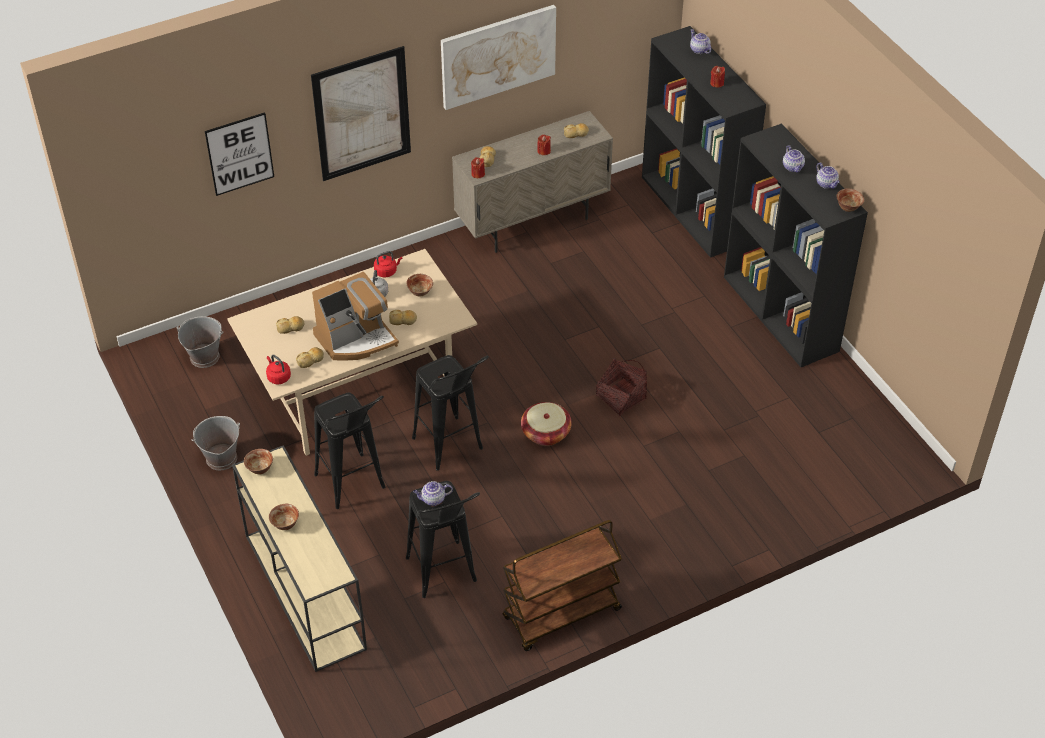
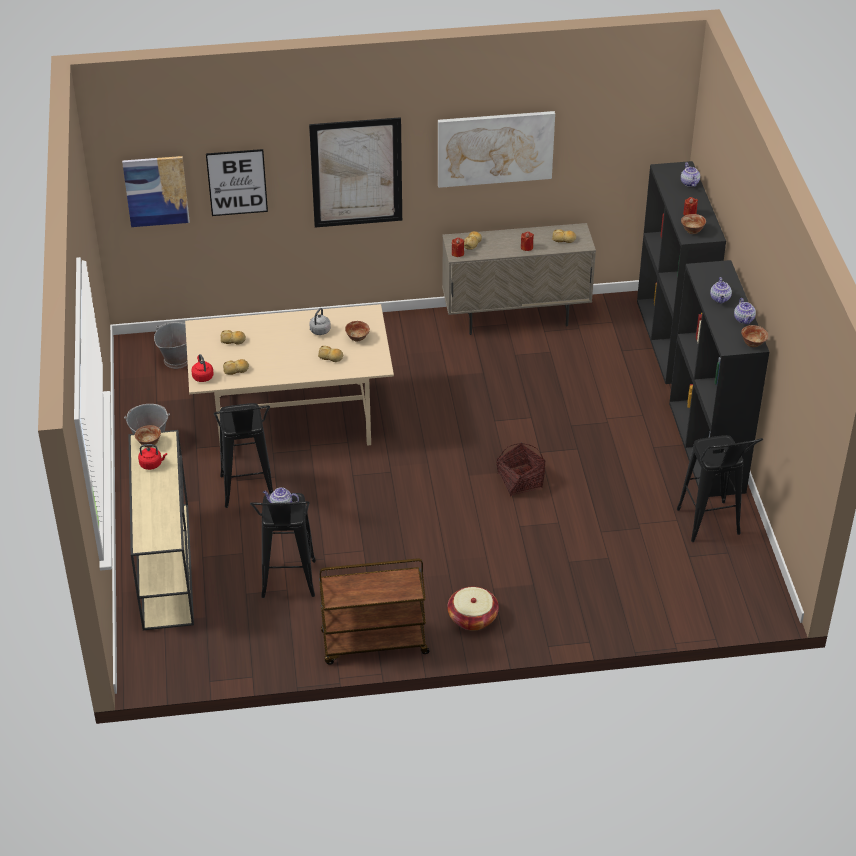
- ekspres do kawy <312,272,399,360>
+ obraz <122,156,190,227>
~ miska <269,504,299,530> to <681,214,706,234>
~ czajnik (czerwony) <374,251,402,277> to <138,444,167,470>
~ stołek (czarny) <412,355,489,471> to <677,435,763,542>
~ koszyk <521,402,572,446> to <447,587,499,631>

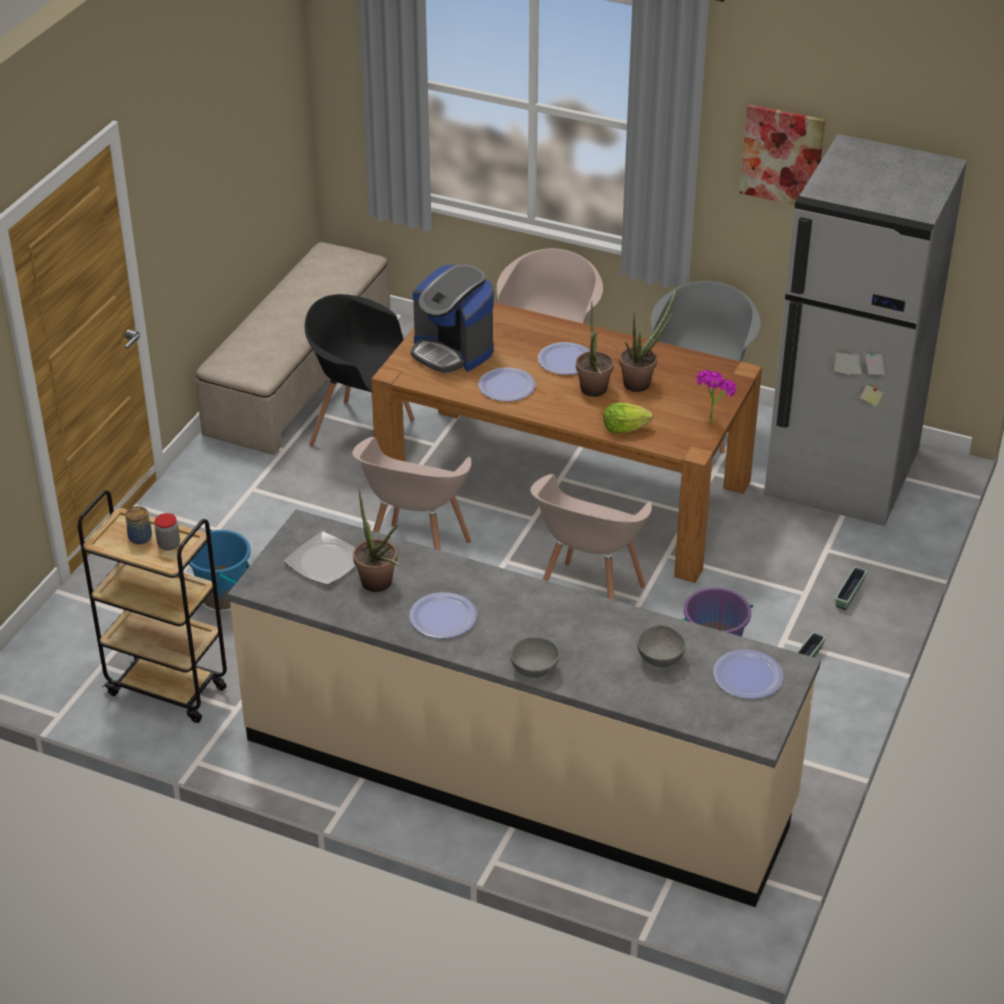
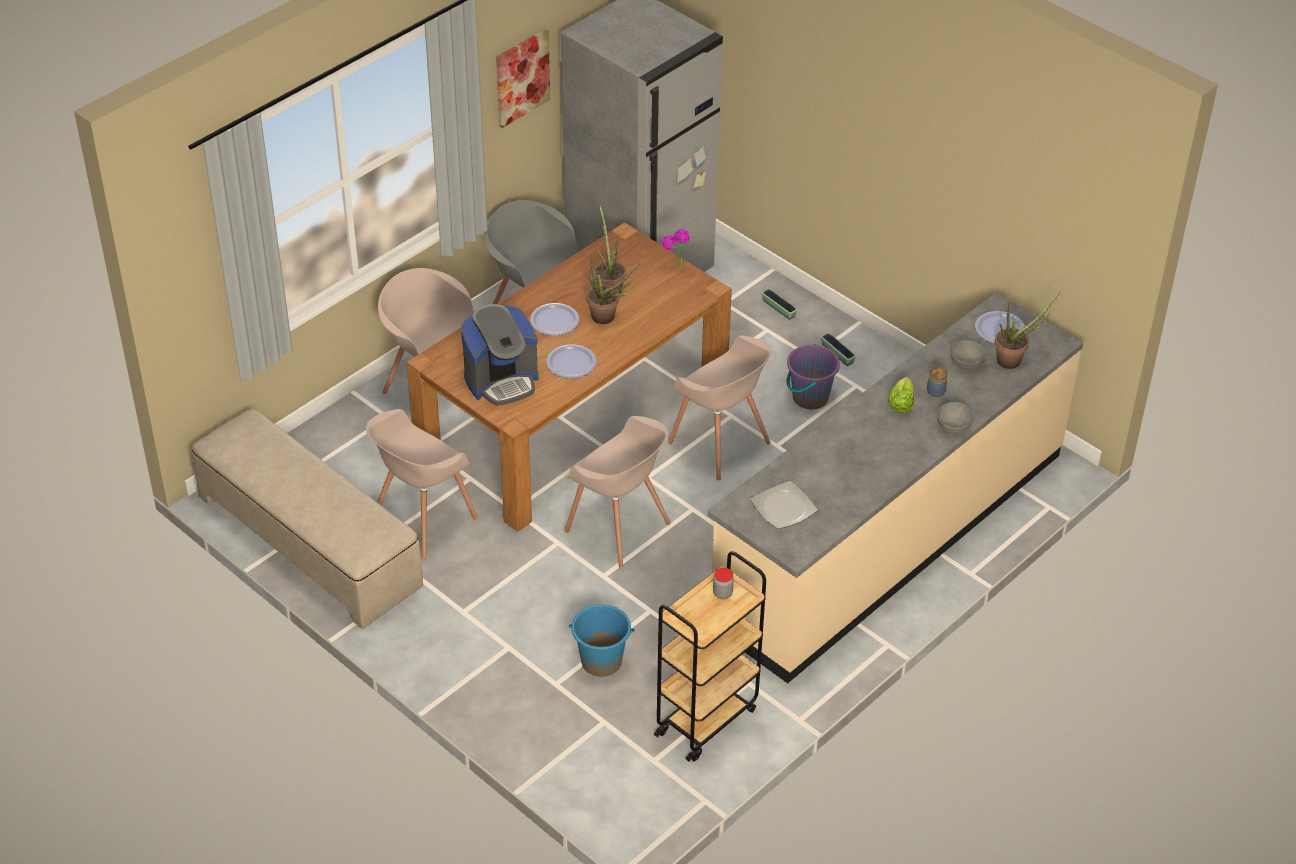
- talerz <409,592,477,638>
~ słoik <125,506,152,544> to <927,367,950,397>
~ roślina doniczkowa <353,489,401,592> to <995,290,1061,369>
~ sałata <604,403,653,434> to <887,377,914,413>
~ krzesło (czarny) <304,294,414,447> to krzesło (beżowy) <366,409,477,559>

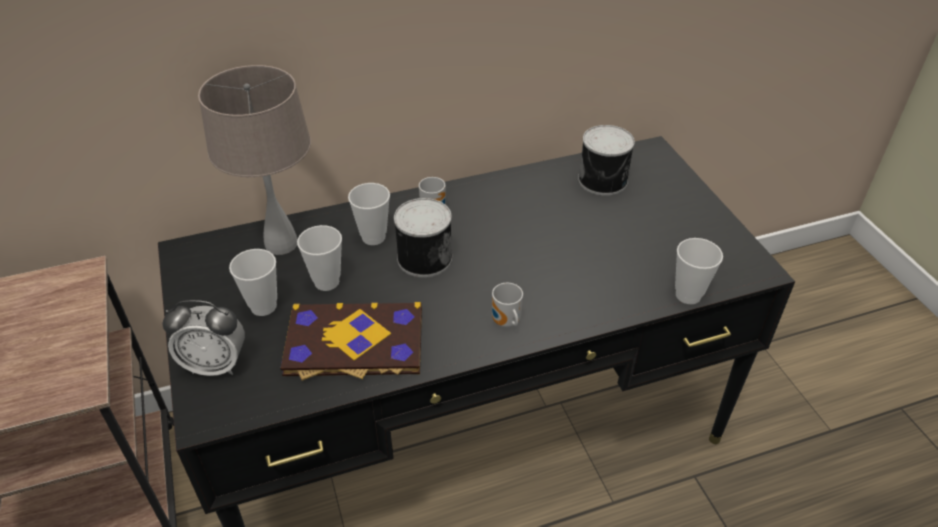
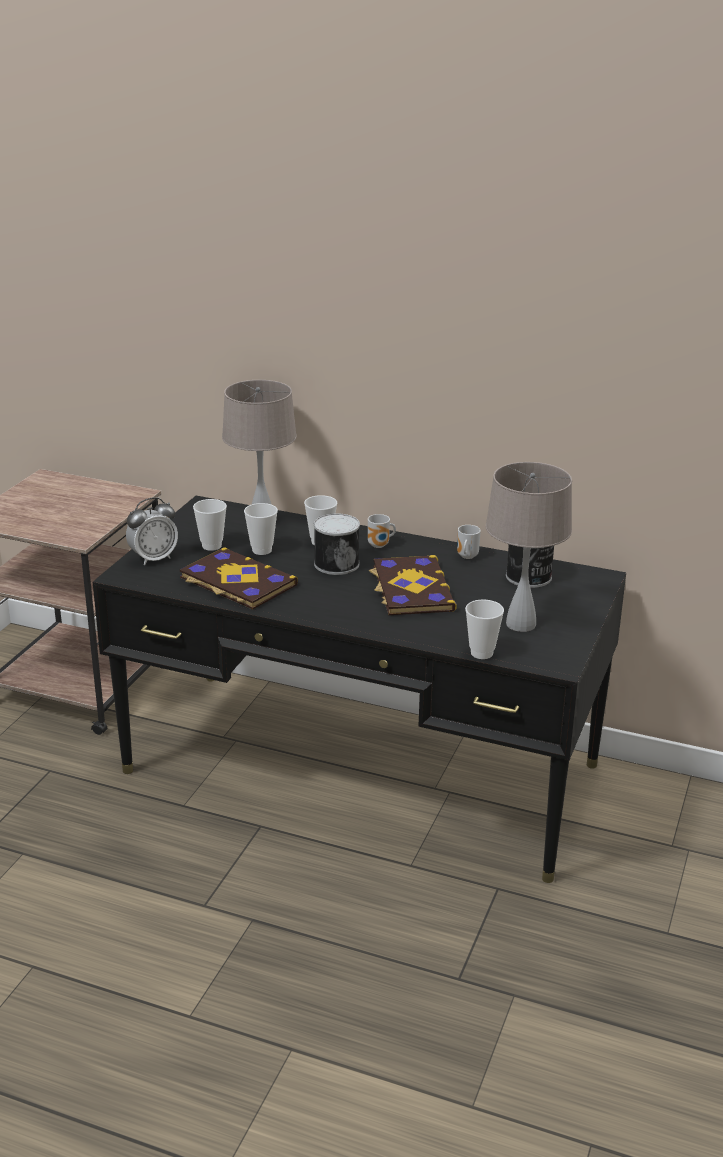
+ książka <369,555,457,615>
+ lampa stołowa (beżowy) <486,462,572,632>
~ kubek <492,283,523,327> to <457,525,481,559>
~ budzik <162,300,245,376> = <126,497,178,565> 75 degrees counterclockwise

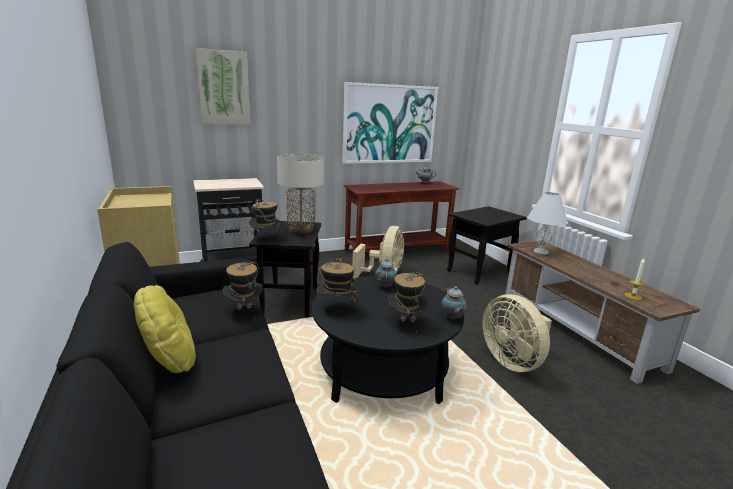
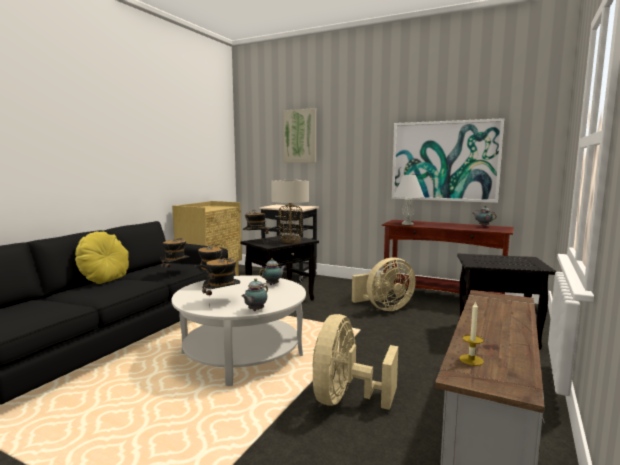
~ lampa stołowa (biały) <527,192,568,255> to <393,174,424,225>
~ ława (czarny) <312,276,464,404> to ława (biały) <171,275,306,386>

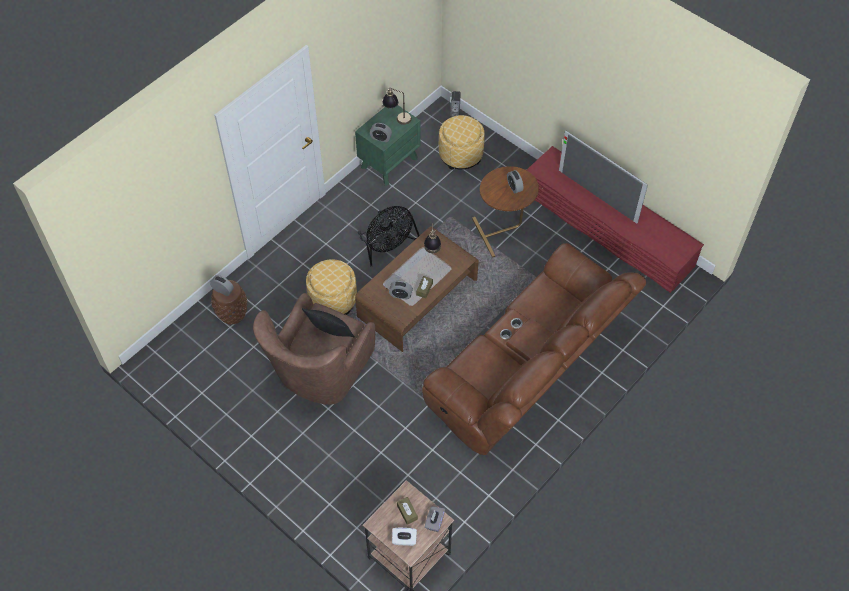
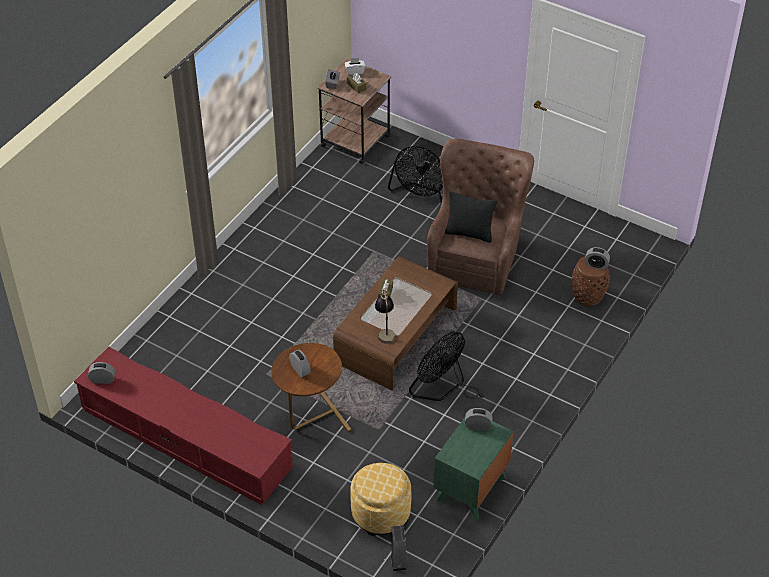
- pufa <306,259,357,315>
- lampa stołowa <383,87,412,125>
- kanapa (brązowy) <422,243,646,455>
- telewizor <559,131,648,223>
+ wentylator (czarny) <388,146,443,204>
~ budzik <389,281,413,299> to <88,362,115,384>

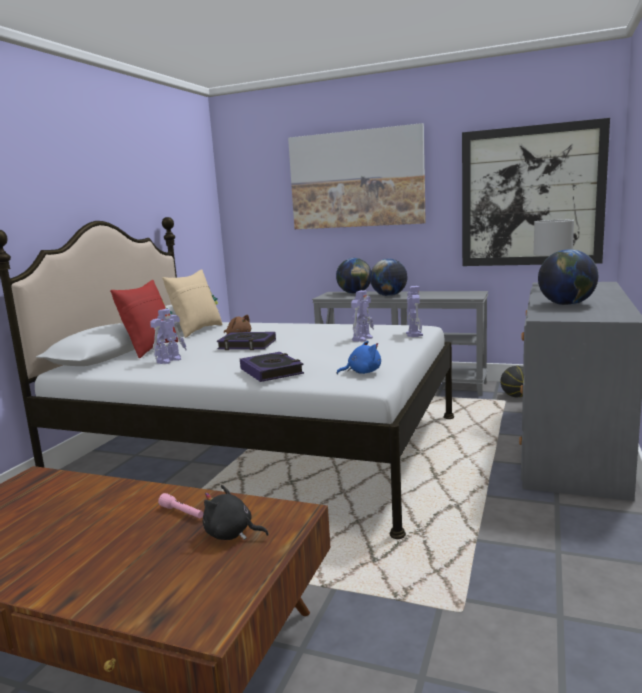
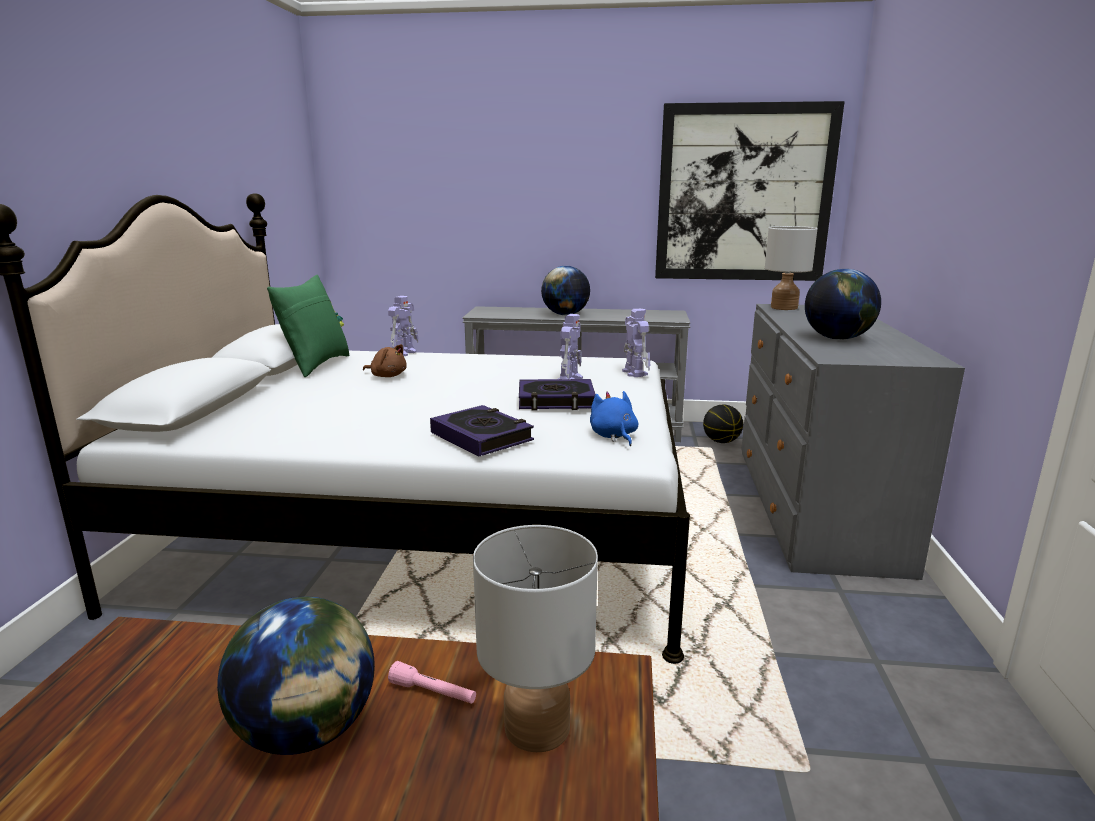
- poduszka (czerwony) <110,280,178,358>
- obraz <288,123,426,229>
~ robot zabawkowy <150,309,187,364> to <388,296,419,356>
~ książka <217,332,276,350> to <519,379,596,411>
~ globus <336,258,371,294> to <217,596,375,755>
~ pluszak (czarny) <203,485,269,540> to lampa stołowa (szary) <473,525,598,752>
~ poduszka (beżowy) <162,269,222,338> to poduszka (zielony) <267,275,349,377>
~ pluszak (niebieski) <336,341,381,374> = <590,391,638,446> 75 degrees counterclockwise

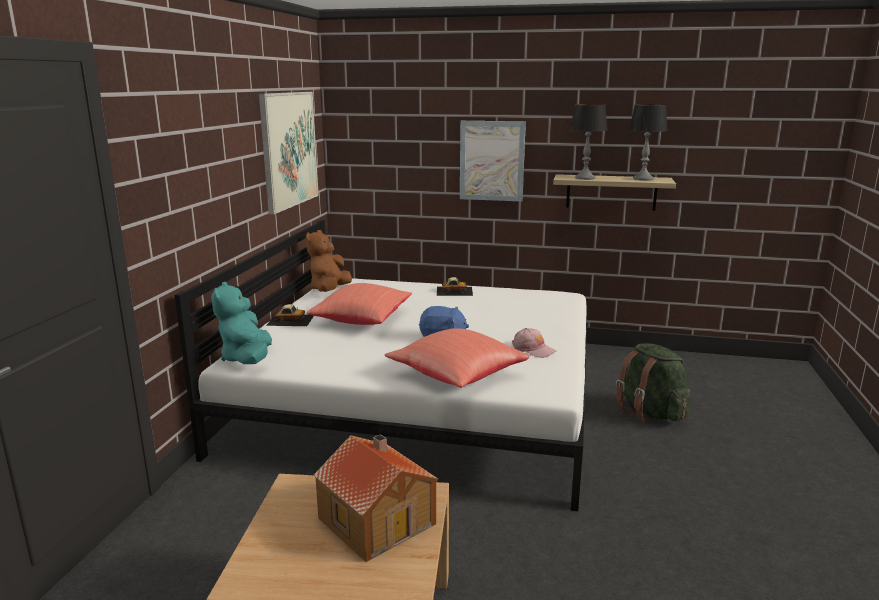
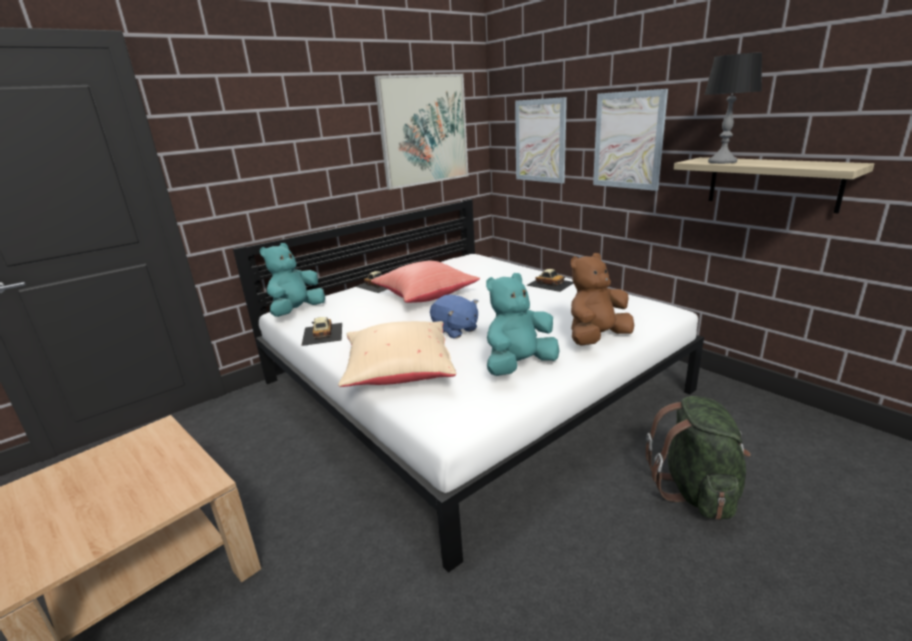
- domek <314,434,438,562>
- lampa stołowa <629,104,667,181>
+ samochodzik <301,317,342,346>
+ obraz <515,97,567,184>
~ pluszak (brązowy) <306,230,352,292> to <571,253,634,346>
~ czapka z daszkiem (różowy) <512,328,556,358> to pluszak (turkusowy) <486,273,560,376>
~ poduszka (czerwony) <385,328,529,388> to poduszka (beżowy) <338,321,456,387>

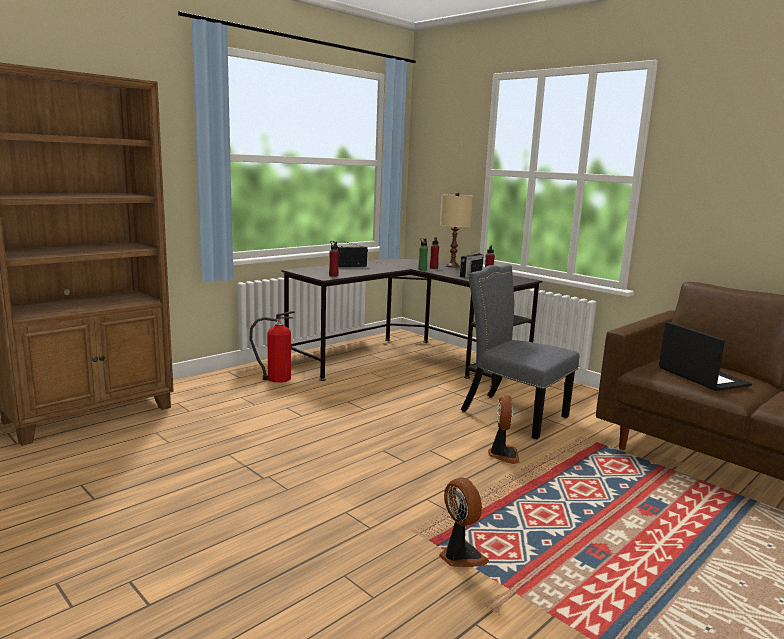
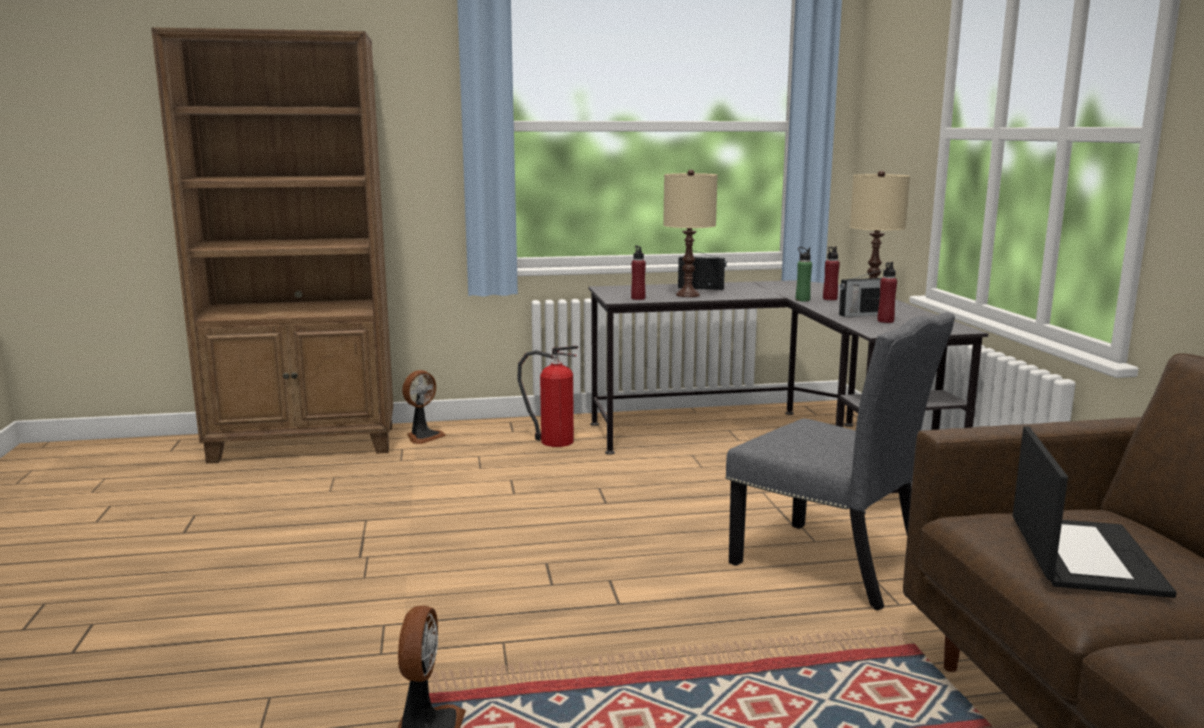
+ lampa stołowa (beżowy) <663,170,718,297>
~ wentylator <488,395,520,464> to <402,370,446,444>
~ krzesło (szary) <461,265,579,439> = <725,312,955,610> 150 degrees clockwise

